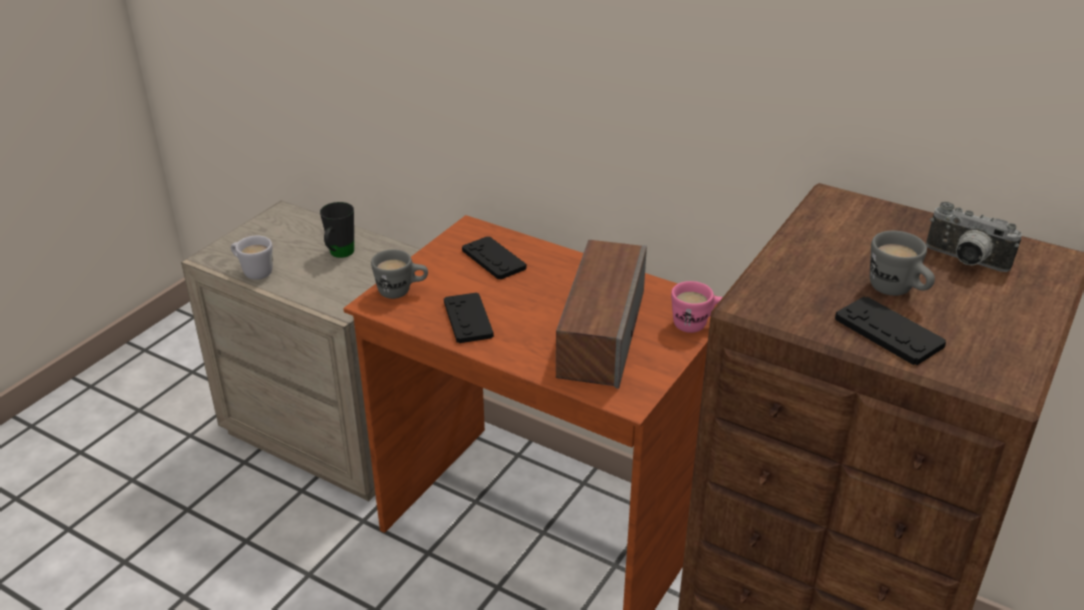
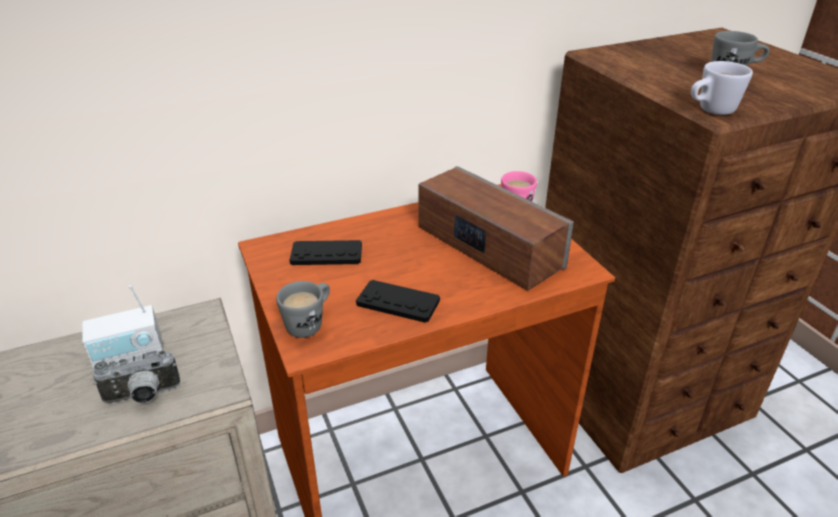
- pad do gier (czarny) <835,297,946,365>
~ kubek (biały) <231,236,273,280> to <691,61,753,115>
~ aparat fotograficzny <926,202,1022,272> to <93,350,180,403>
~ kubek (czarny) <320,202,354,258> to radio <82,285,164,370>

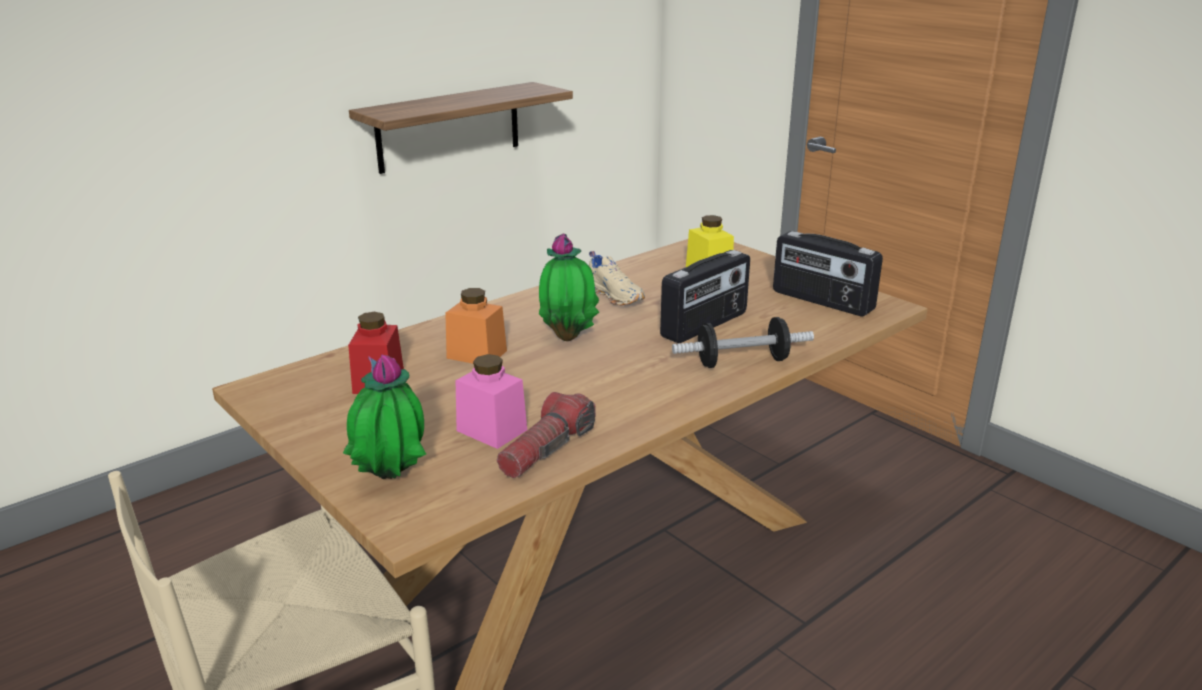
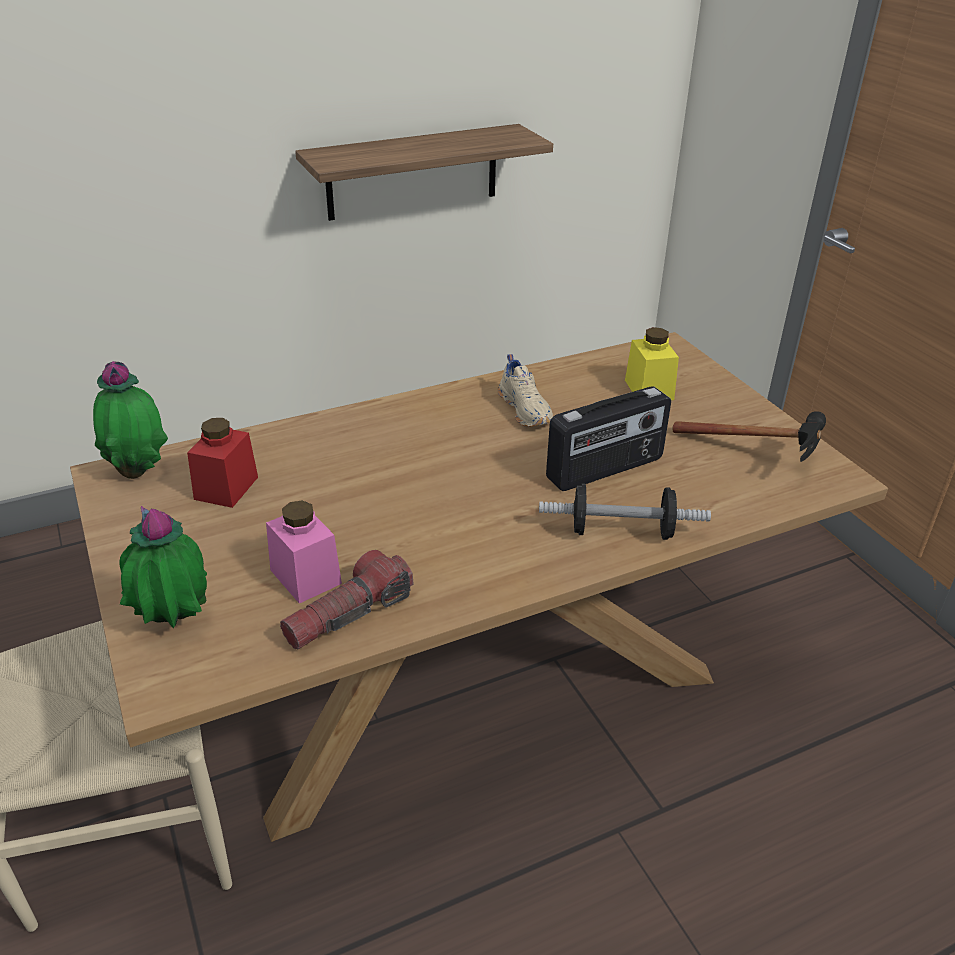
- słoik (pomarańczowy) <445,288,507,364>
~ roślina doniczkowa <539,234,599,341> to <93,361,168,479>
~ radio <773,231,883,316> to młotek <673,411,826,462>

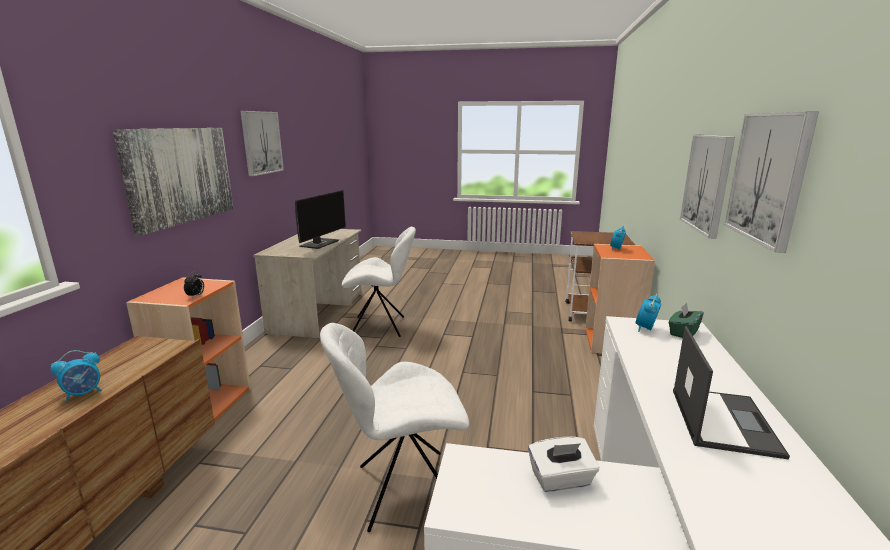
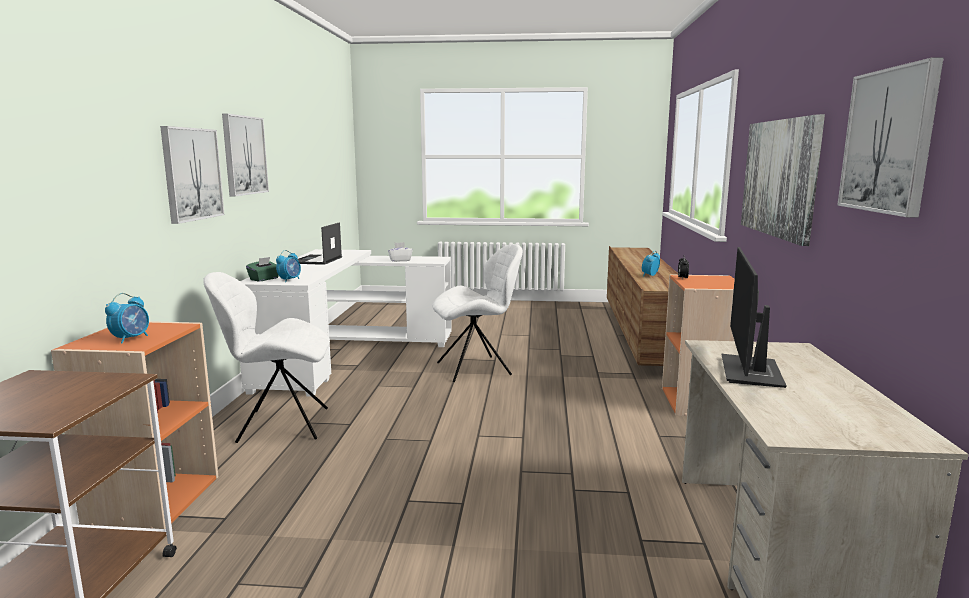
~ krzesło (biały) <342,227,416,337> to <203,272,330,443>

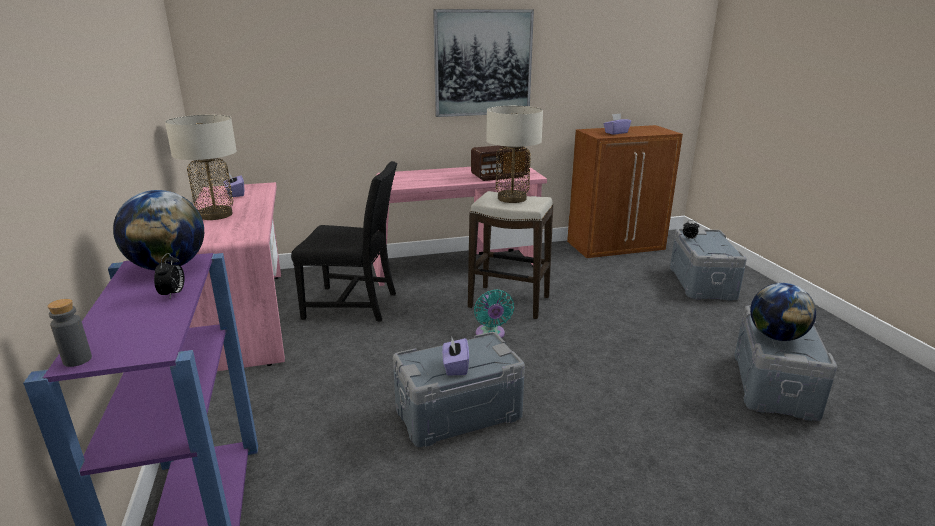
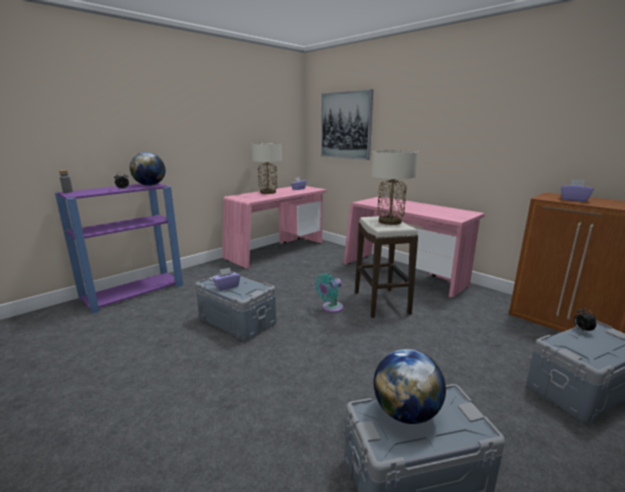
- krzesło (czarny) <291,161,397,322>
- radio <471,145,530,181>
~ obraz <433,9,534,117> to <321,89,373,160>

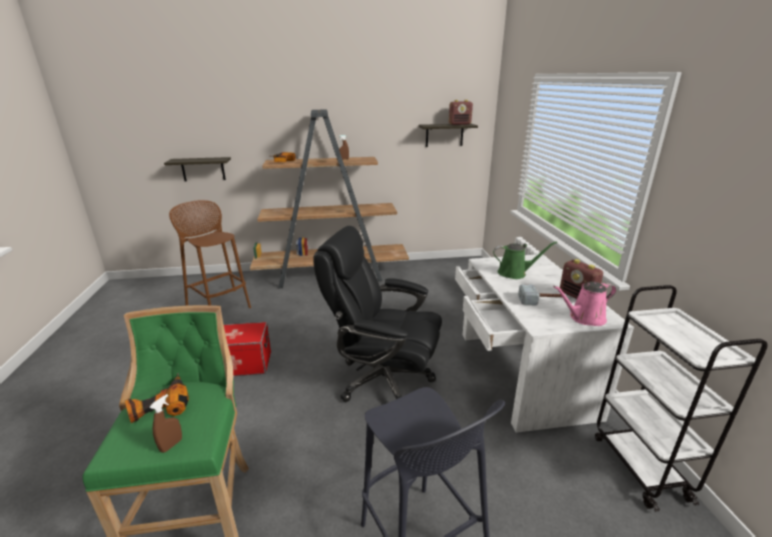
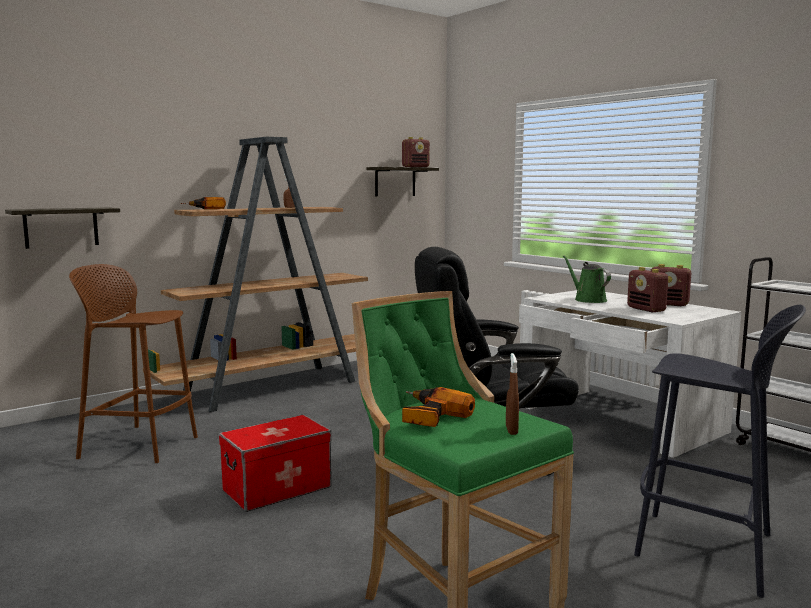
- konewka (różowy) <553,281,616,326>
~ młotek <518,284,566,305> to radio <627,267,669,312>
~ konewka (zielony) <493,241,557,279> = <563,256,611,303> 90 degrees counterclockwise

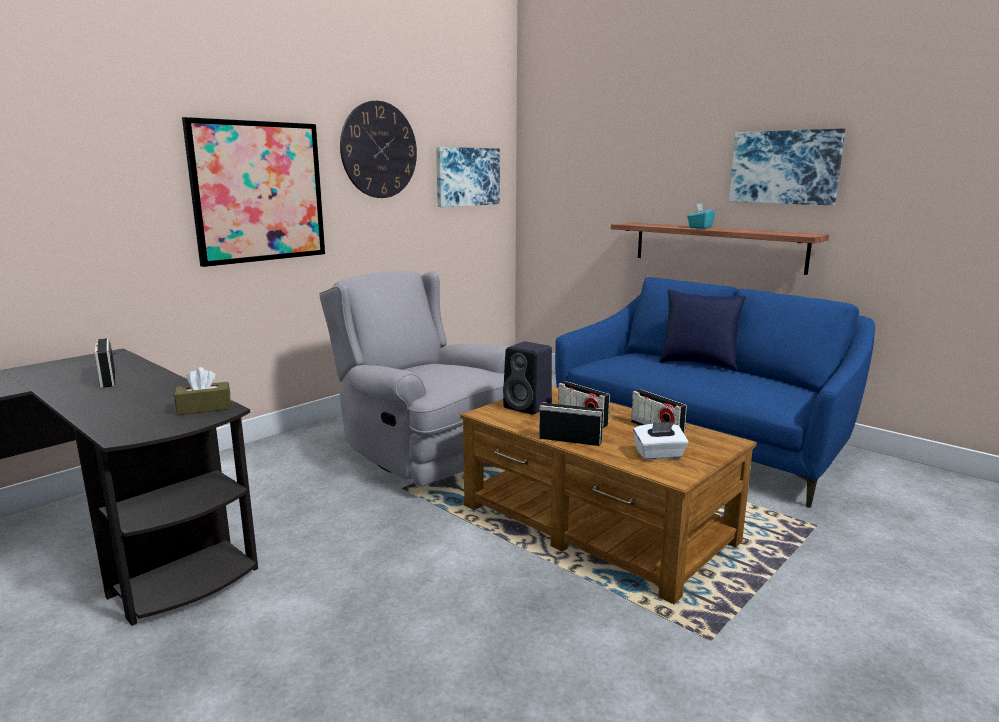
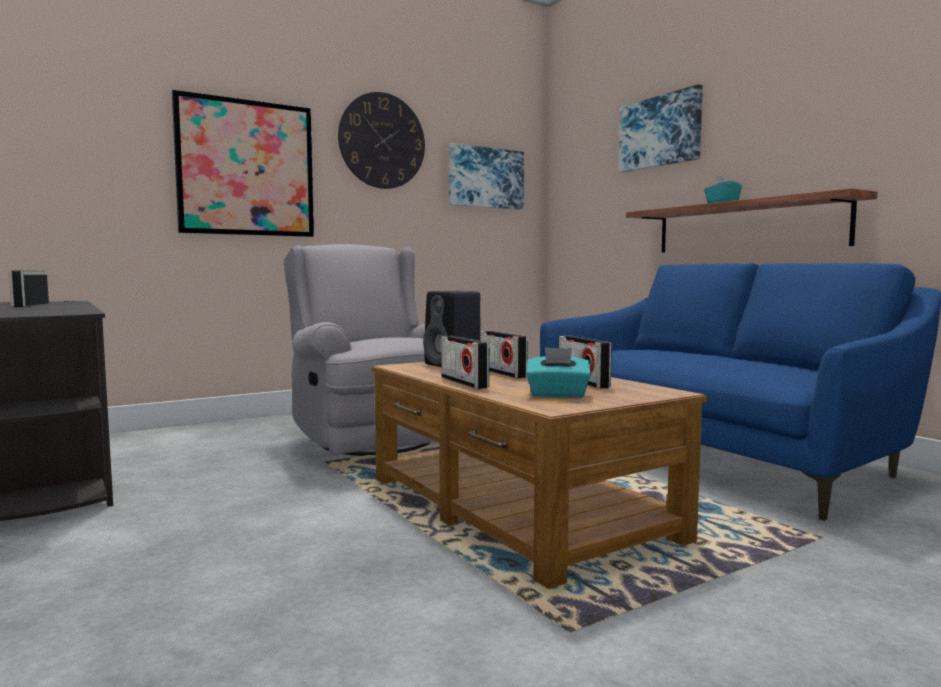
- pudełko chusteczek (brązowy) <174,367,231,415>
- poduszka (niebieski) <659,289,746,371>
~ obraz <729,128,845,205> to <619,84,703,172>
~ pudełko chusteczek (biały) <633,422,688,460> to pudełko chusteczek (turkusowy) <526,347,591,398>
~ radio <539,402,603,446> = <441,336,489,389> 150 degrees counterclockwise

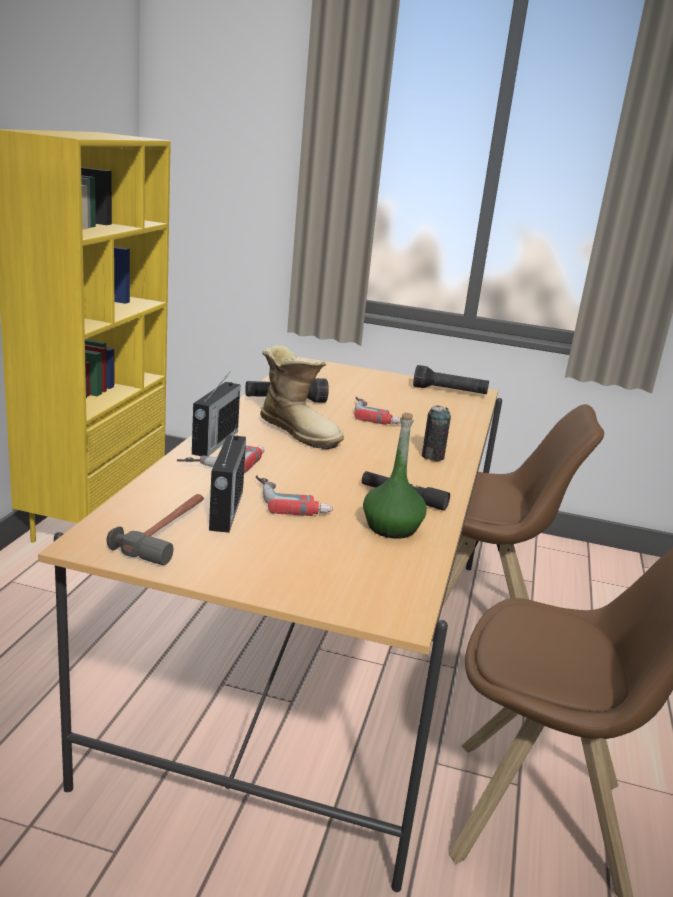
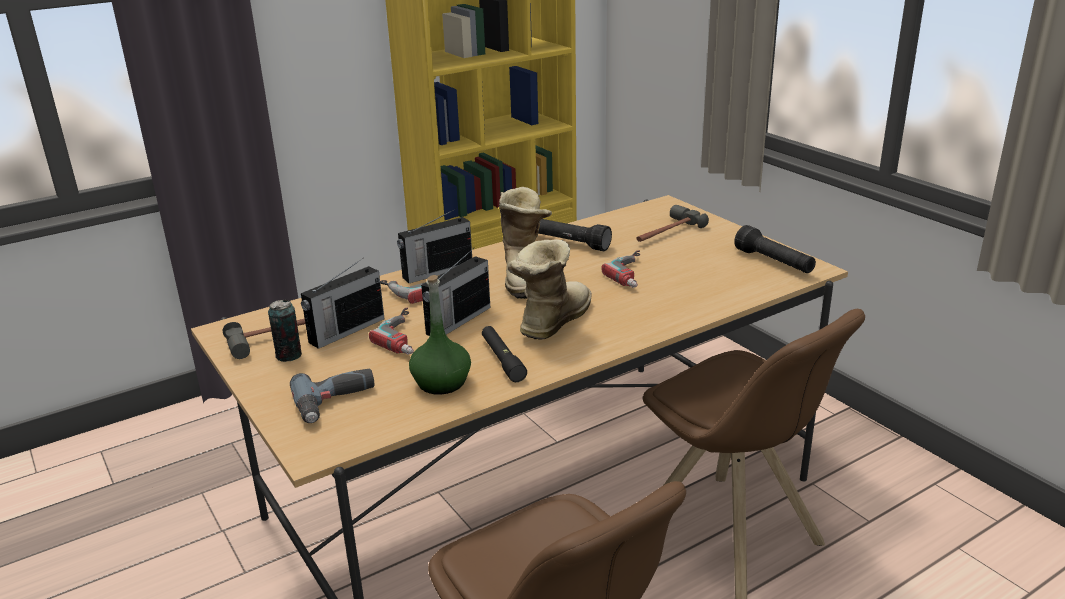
+ wiertarka <290,368,375,423>
+ radio <421,248,490,336>
+ but z cholewką <508,239,592,340>
+ młotek <636,205,709,242>
~ puszka <422,406,451,461> to <268,300,302,362>

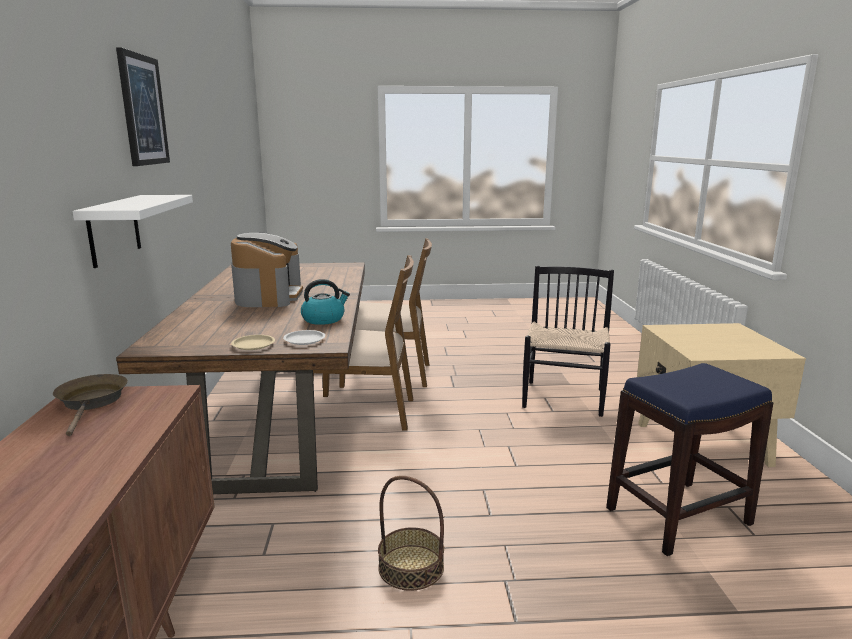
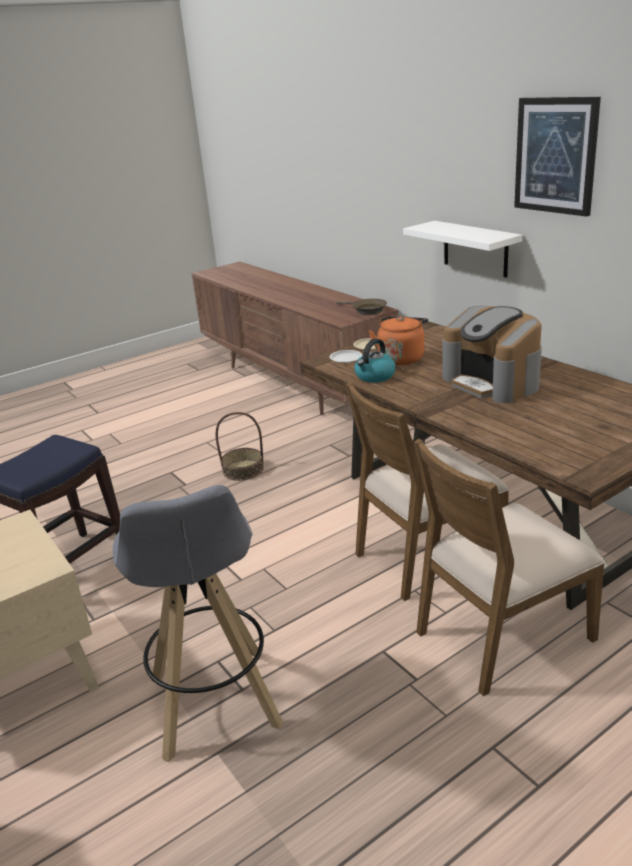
+ czajnik (pomarańczowy) <369,316,428,365>
~ krzesło (czarny) <522,265,614,417> to stołek (szary) <113,485,284,762>

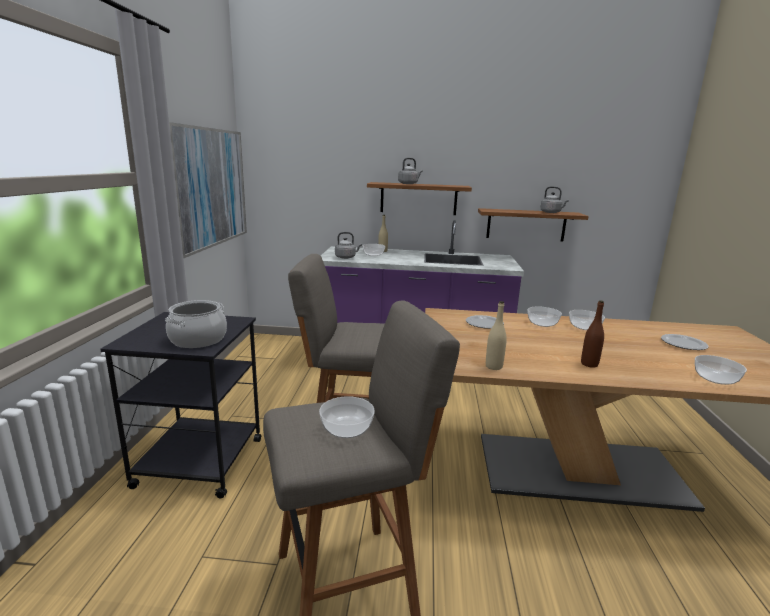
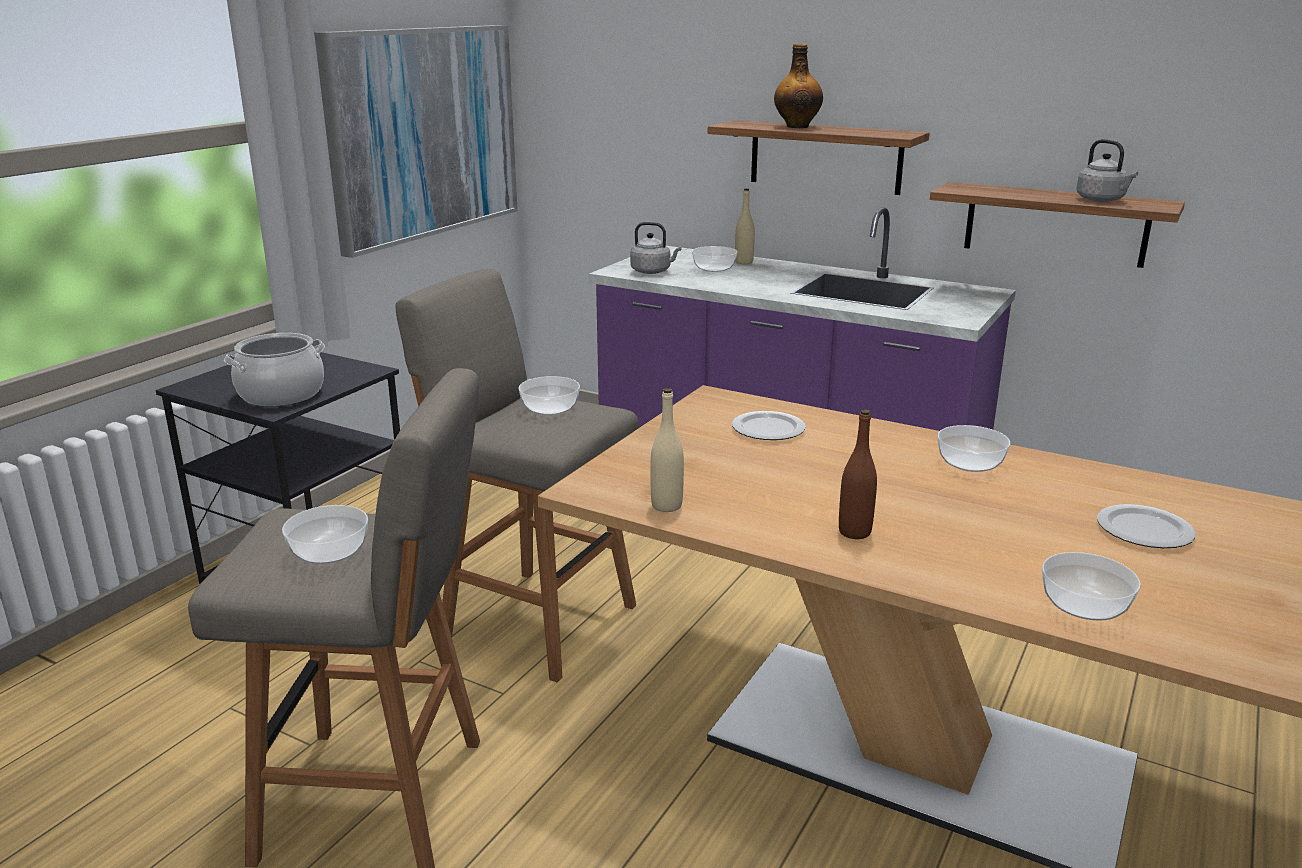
~ miska <527,306,562,327> to <519,376,580,416>
~ czajnik (szary) <398,158,423,184> to butelka <774,44,823,128>

